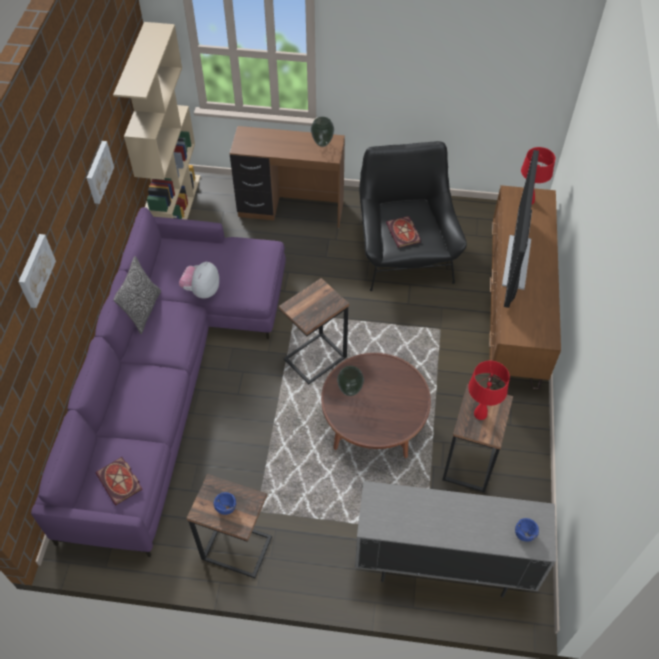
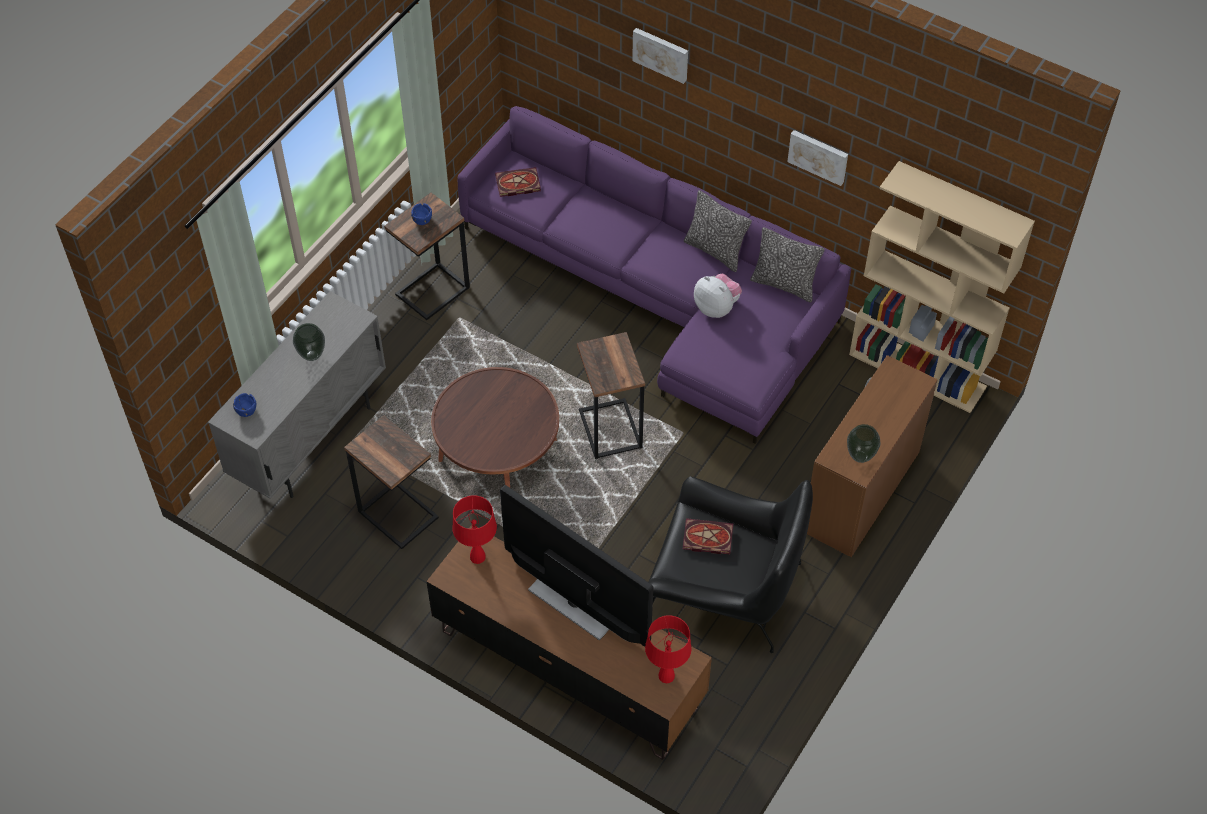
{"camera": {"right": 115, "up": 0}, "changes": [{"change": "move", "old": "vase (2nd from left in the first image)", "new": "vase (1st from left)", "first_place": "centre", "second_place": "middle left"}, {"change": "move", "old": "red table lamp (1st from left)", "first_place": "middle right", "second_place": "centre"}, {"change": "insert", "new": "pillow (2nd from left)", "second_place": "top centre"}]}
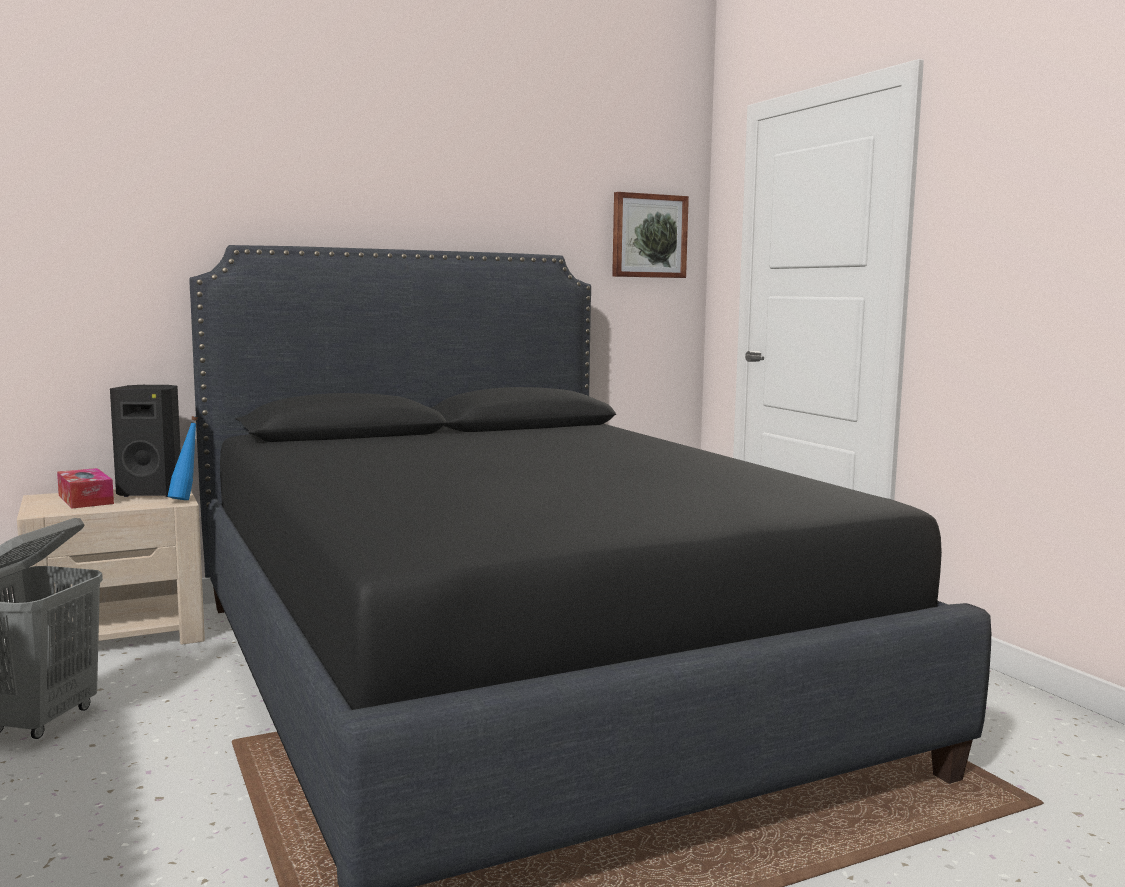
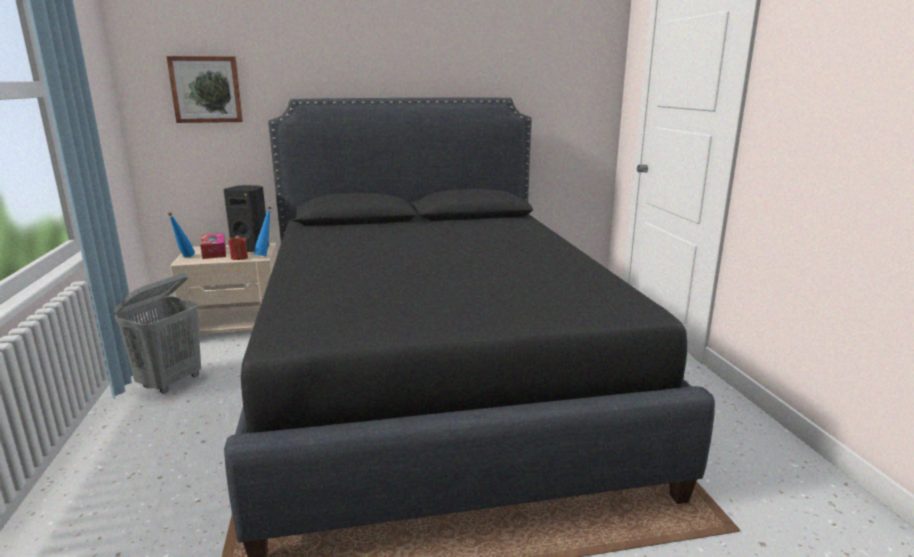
{"camera": {"right": 15, "up": 10}, "changes": [{"change": "move", "old": "picture", "first_place": "top centre", "second_place": "top left"}, {"change": "insert", "new": "blue bottle (1st from left)", "second_place": "middle left"}, {"change": "insert", "new": "red candle", "second_place": "middle left"}]}
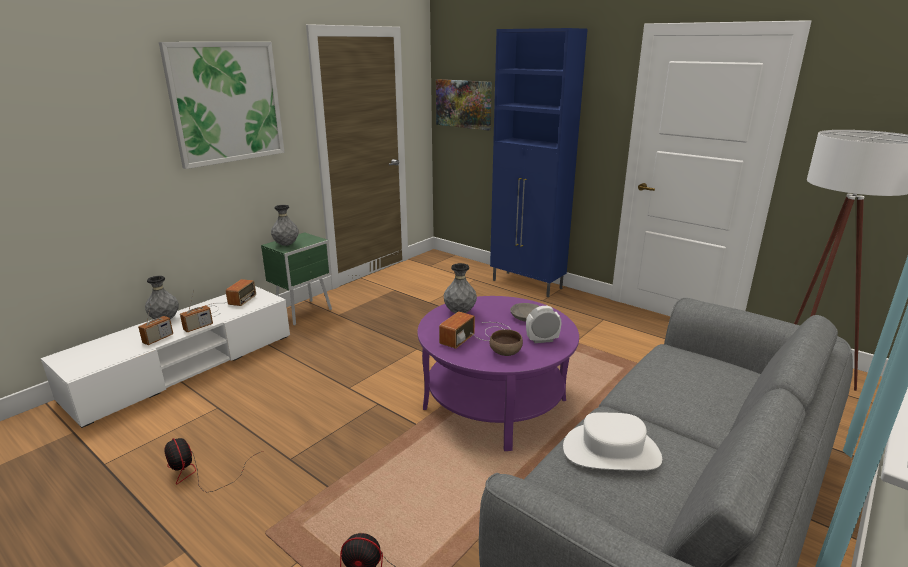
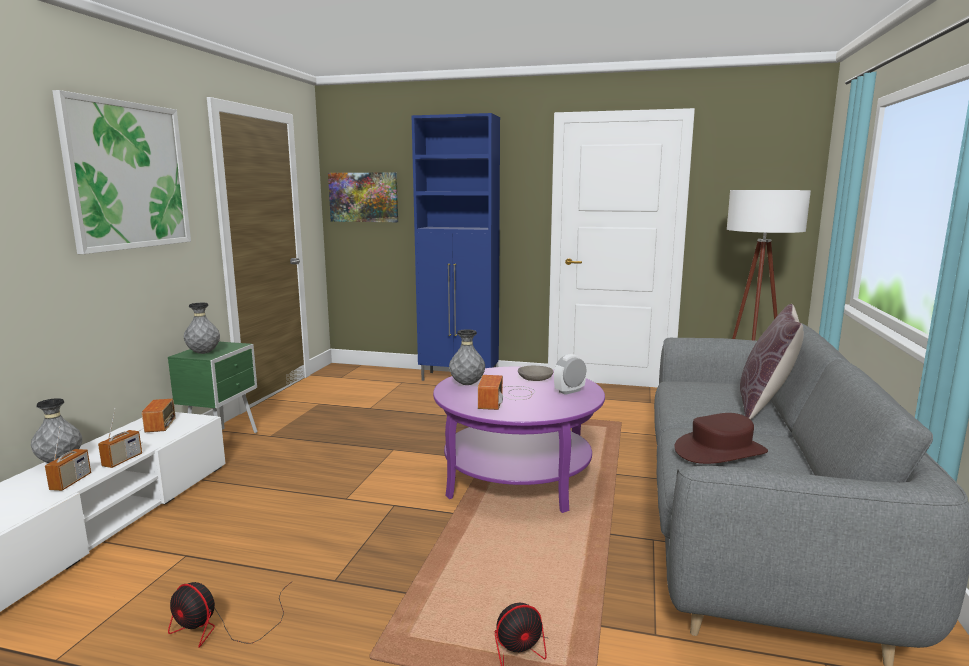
{"camera": {"right": -25, "up": -10}, "changes": [{"change": "recolor", "old": "white hat", "new": "brown hat", "first_place": "bottom right", "second_place": "middle right"}, {"change": "insert", "new": "brown pillow", "second_place": "middle right"}, {"change": "delete", "old": "brown bowl", "first_place": "centre"}]}
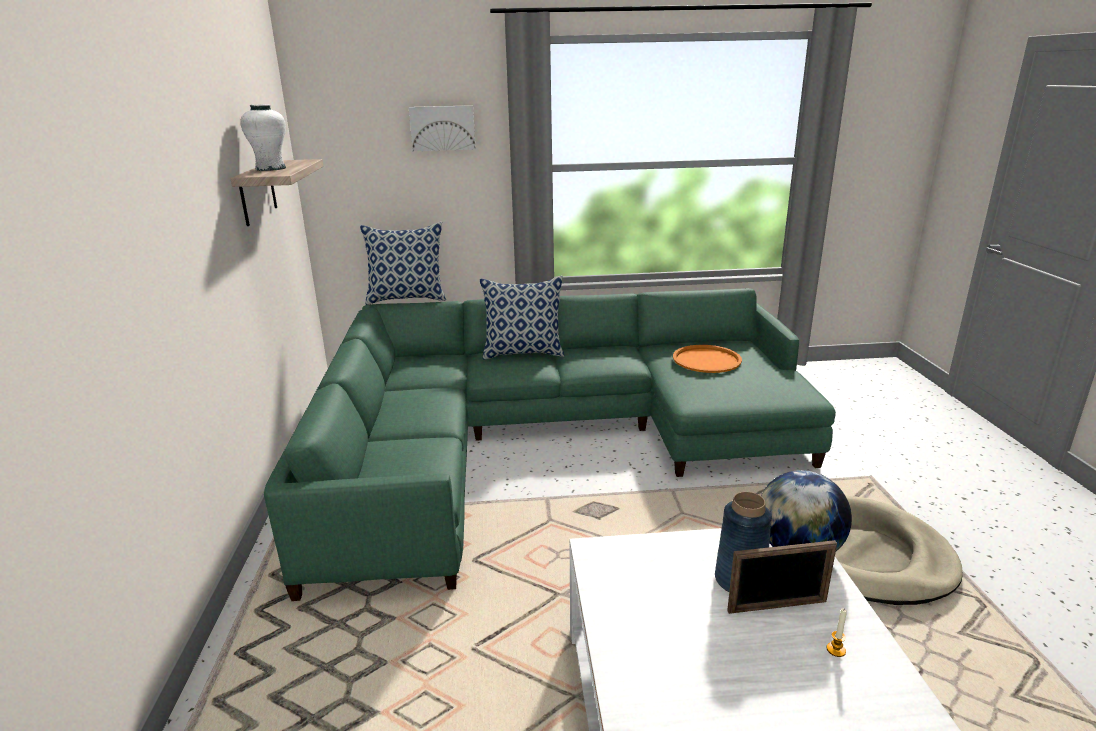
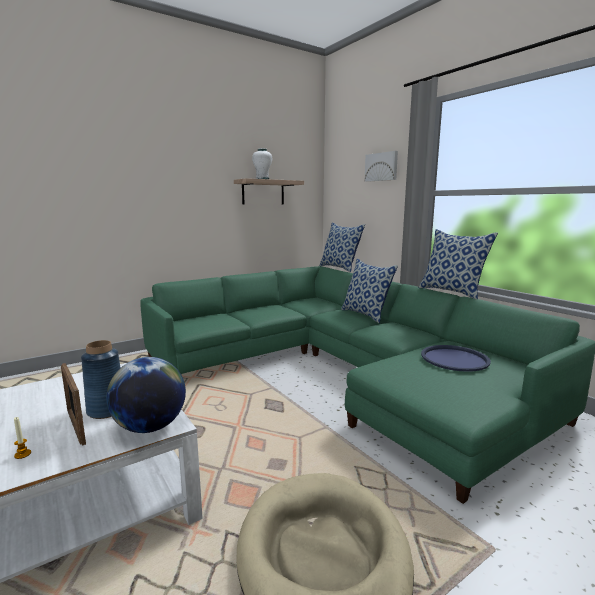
{"camera": {"right": 60, "up": -10}, "changes": [{"change": "insert", "new": "pillow (3rd from left)", "second_place": "middle right"}, {"change": "recolor", "old": "orange tray", "new": "blue tray", "first_place": "centre", "second_place": "middle right"}]}
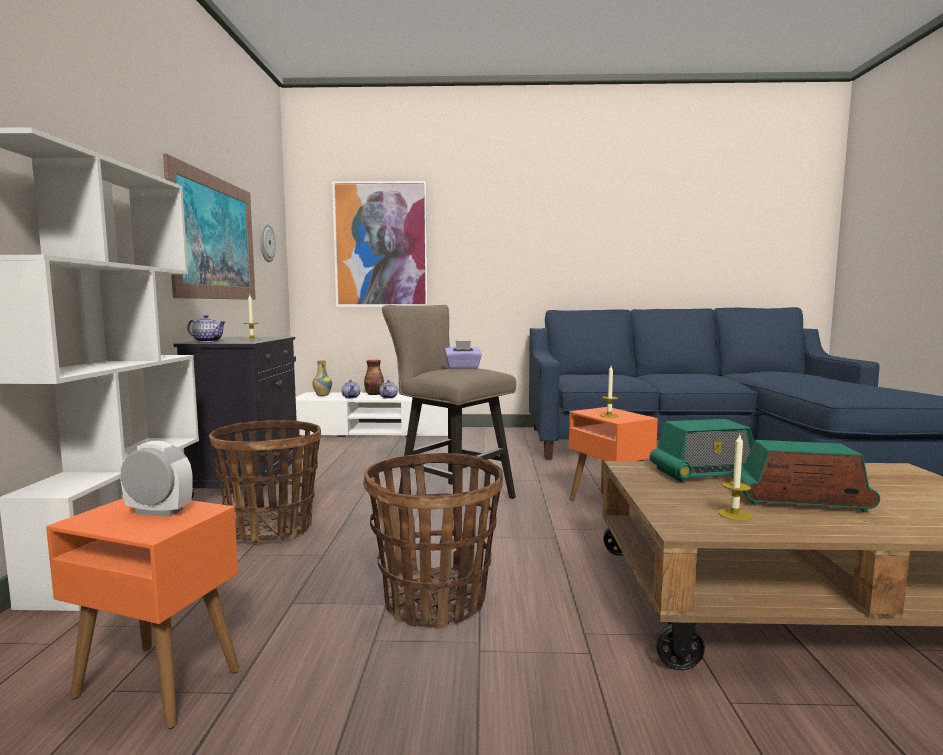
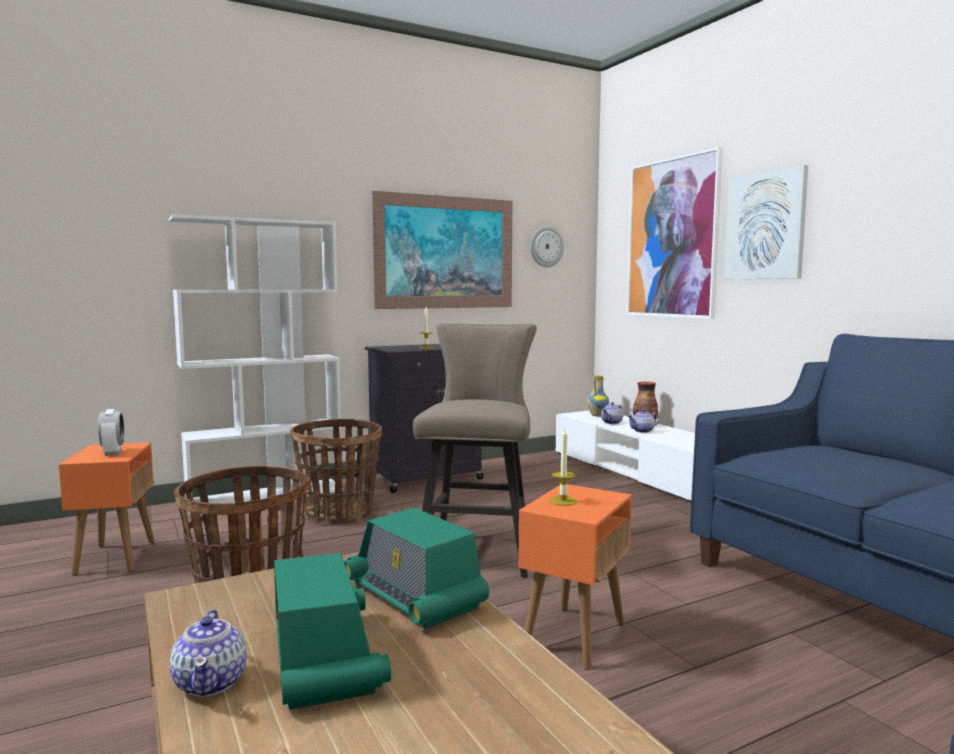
{"camera": {"right": 60, "up": 0}, "changes": [{"change": "move", "old": "teapot (1st from left)", "first_place": "middle left", "second_place": "bottom left"}, {"change": "insert", "new": "picture (3rd from left)", "second_place": "top right"}, {"change": "delete", "old": "purple tissue box", "first_place": "centre"}, {"change": "delete", "old": "candle (3rd from left)", "first_place": "middle right"}]}
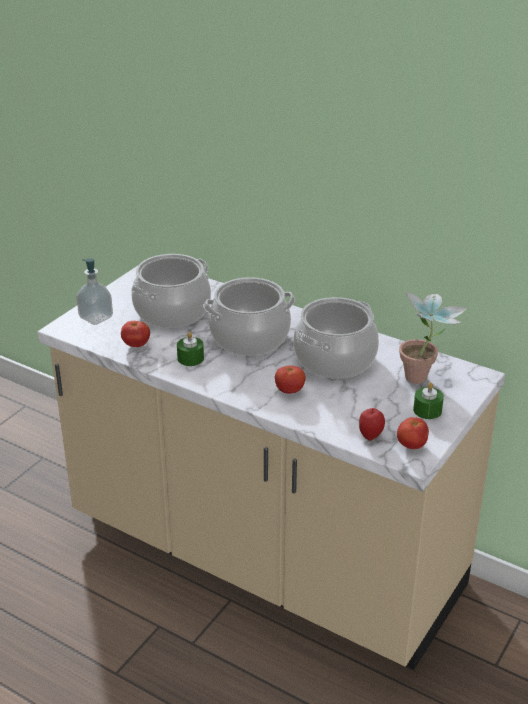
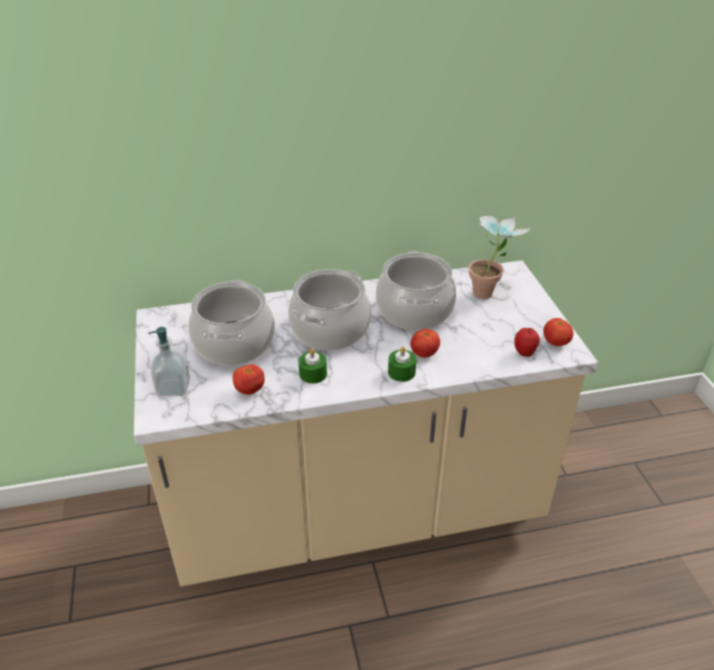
{"camera": {"right": -45, "up": 5}, "changes": [{"change": "move", "old": "green candle (2nd from left)", "first_place": "middle right", "second_place": "centre"}]}
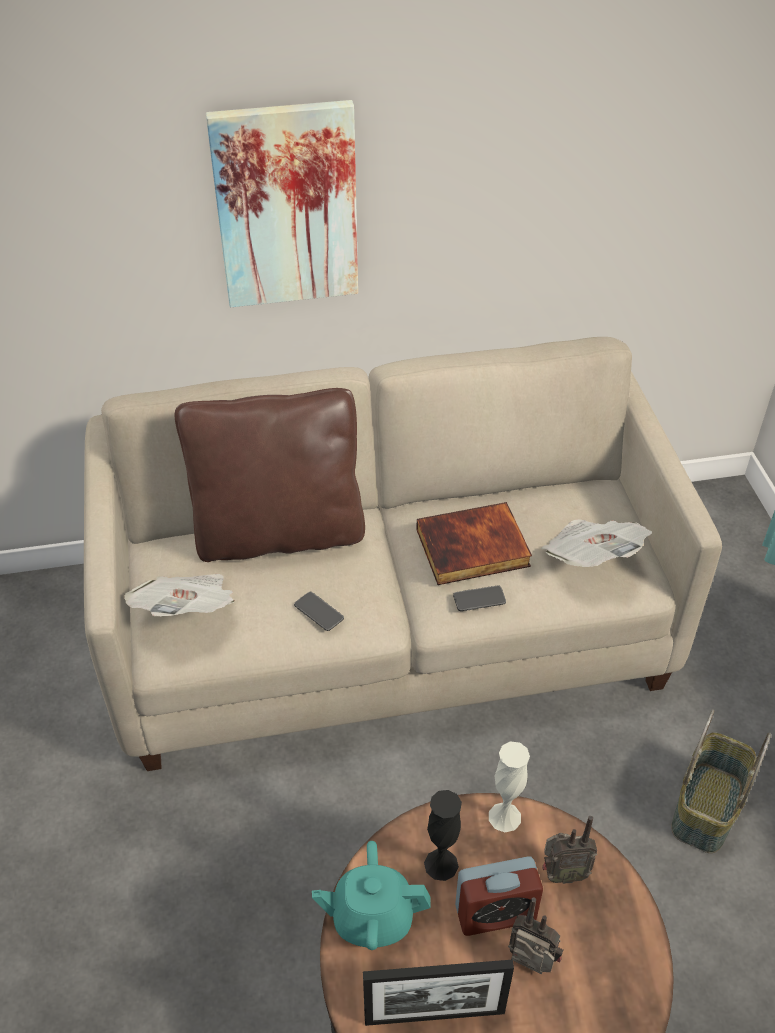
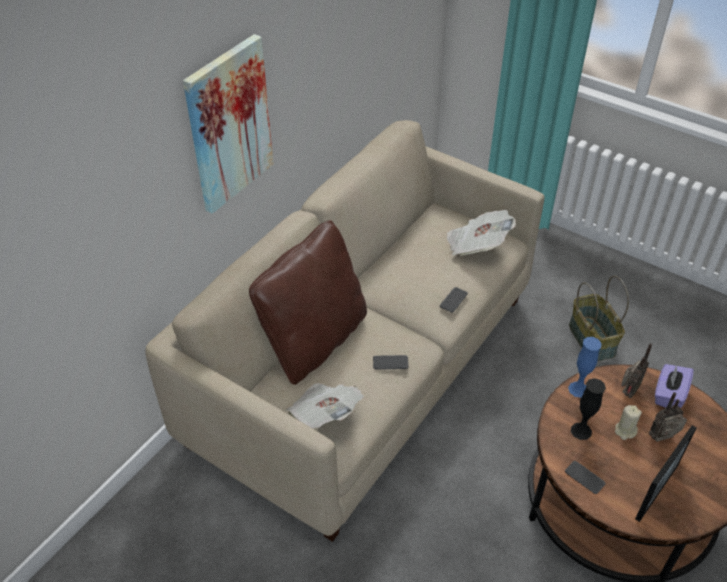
{"camera": {"right": -45, "up": 0}, "changes": [{"change": "replace", "old": "turquoise teapot", "new": "phone (3rd from left)", "first_place": "bottom centre", "second_place": "bottom right"}, {"change": "recolor", "old": "white vase", "new": "blue vase", "first_place": "bottom centre", "second_place": "middle right"}, {"change": "replace", "old": "alarm clock", "new": "beige candle", "first_place": "bottom centre", "second_place": "bottom right"}, {"change": "insert", "new": "purple tissue box", "second_place": "middle right"}, {"change": "delete", "old": "book", "first_place": "centre"}]}
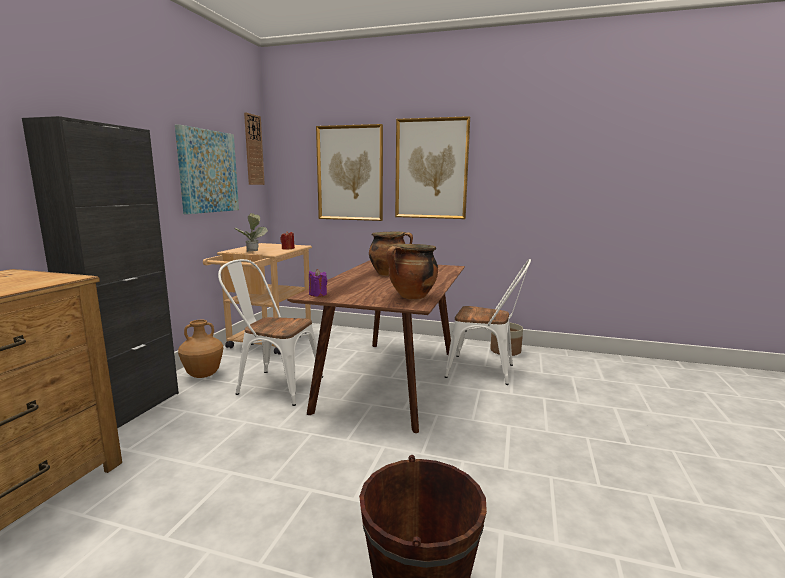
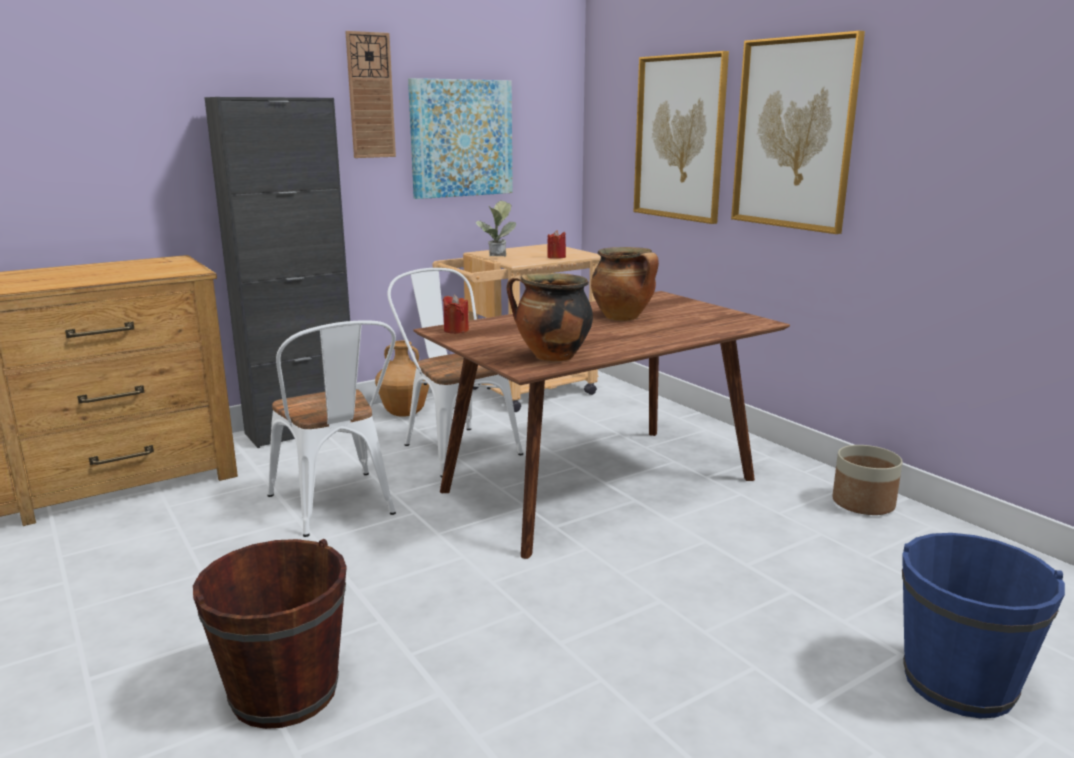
{"camera": {"right": 40, "up": 5}, "changes": [{"change": "move", "old": "white chair (2nd from left in the first image)", "new": "white chair (1st from left)", "first_place": "centre", "second_place": "middle left"}, {"change": "move", "old": "wall clock", "first_place": "top left", "second_place": "top centre"}, {"change": "recolor", "old": "purple candle", "new": "red candle (1st from left)", "first_place": "centre", "second_place": "centre"}, {"change": "insert", "new": "blue bucket", "second_place": "bottom right"}]}
